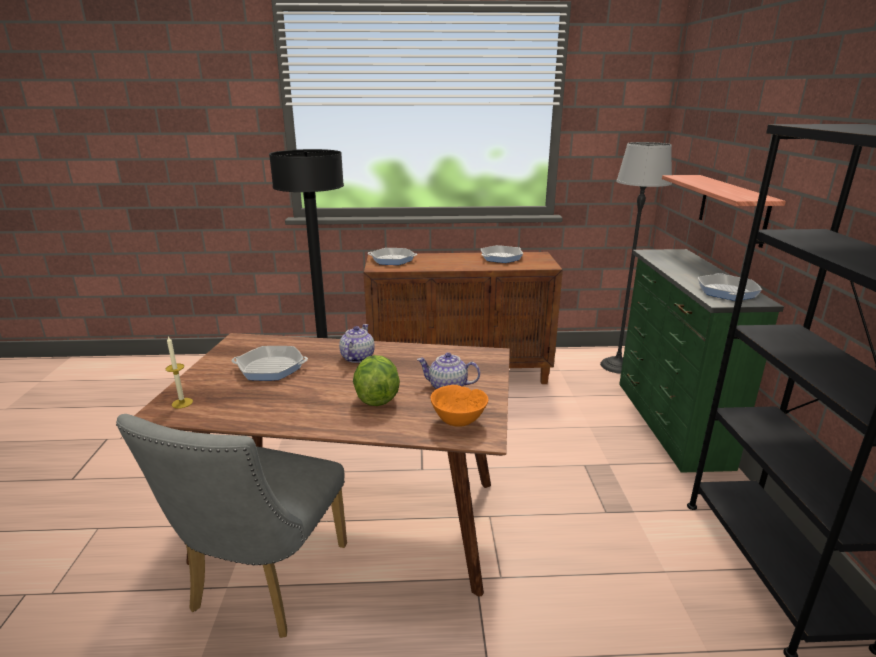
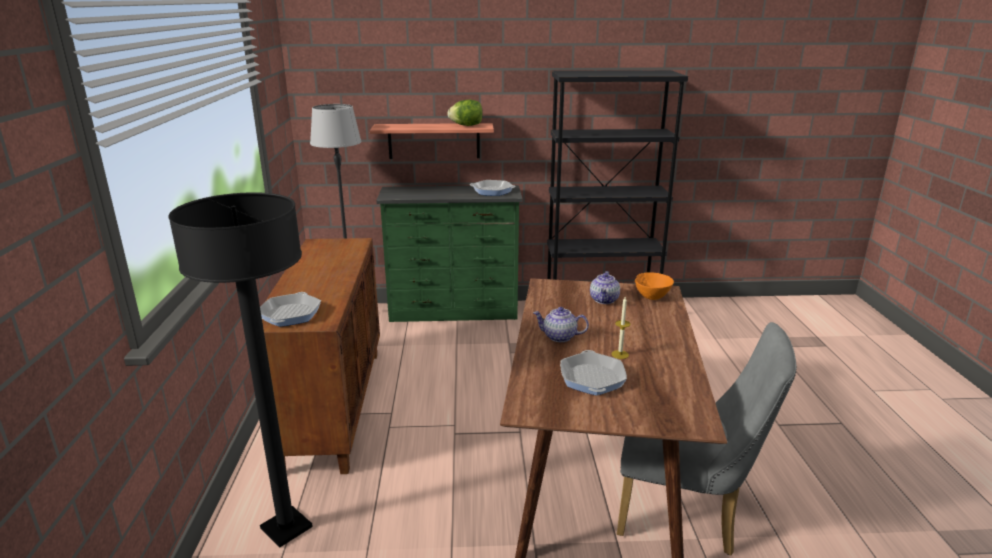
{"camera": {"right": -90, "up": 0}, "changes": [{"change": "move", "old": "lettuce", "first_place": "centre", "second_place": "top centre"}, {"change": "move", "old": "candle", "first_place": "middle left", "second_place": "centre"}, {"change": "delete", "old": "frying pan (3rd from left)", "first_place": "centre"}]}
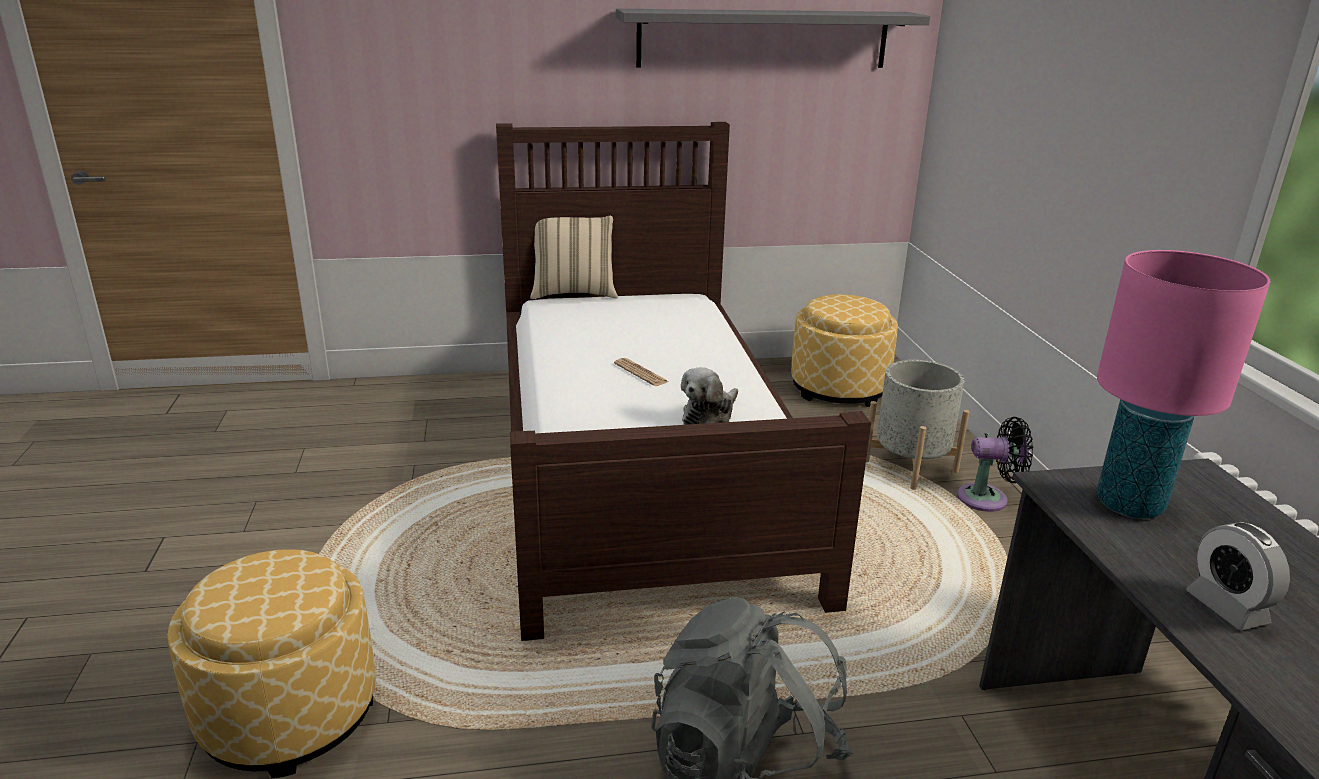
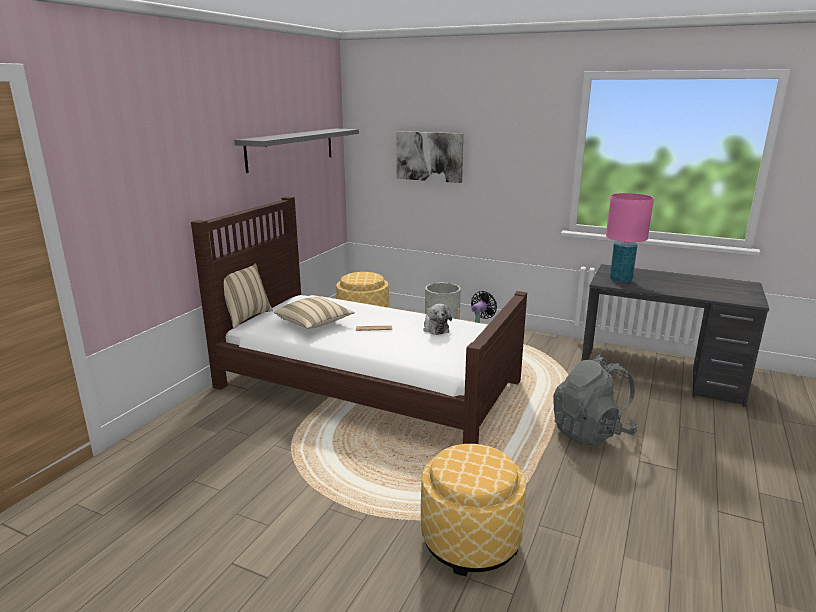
{"camera": {"right": -55, "up": -5}, "changes": [{"change": "insert", "new": "beige pillow (2nd from left)", "second_place": "centre"}, {"change": "insert", "new": "picture", "second_place": "top centre"}, {"change": "delete", "old": "alarm clock", "first_place": "bottom right"}]}
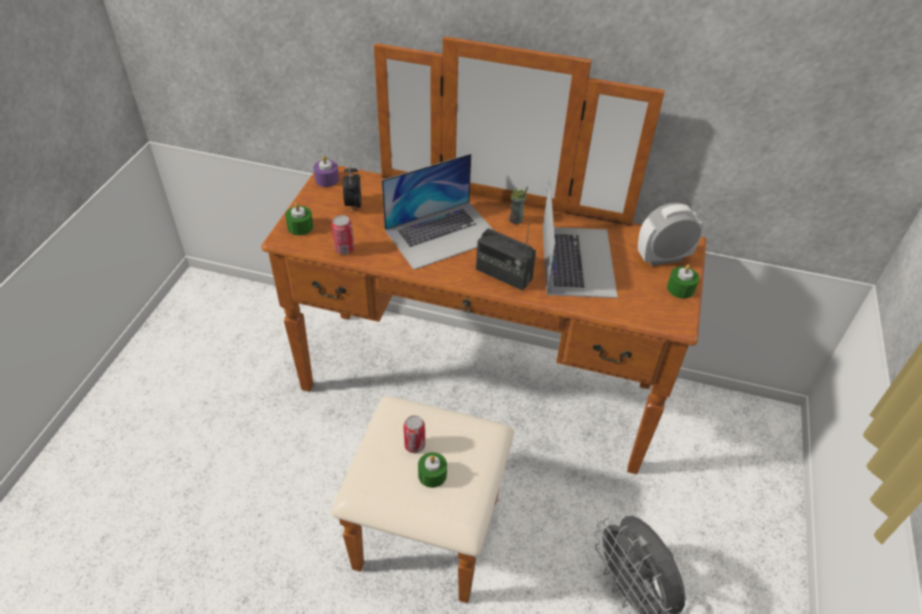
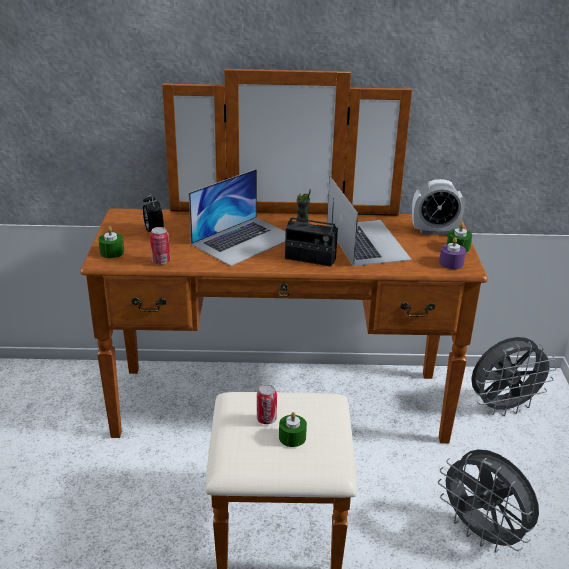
{"camera": {"right": -15, "up": -15}, "changes": [{"change": "rotate", "old": "alarm clock (2nd from left)", "first_place": "middle right", "second_place": "middle right", "degrees": -150}, {"change": "move", "old": "purple candle", "first_place": "top centre", "second_place": "middle right"}, {"change": "insert", "new": "grey fan (2nd from left)", "second_place": "middle right"}]}
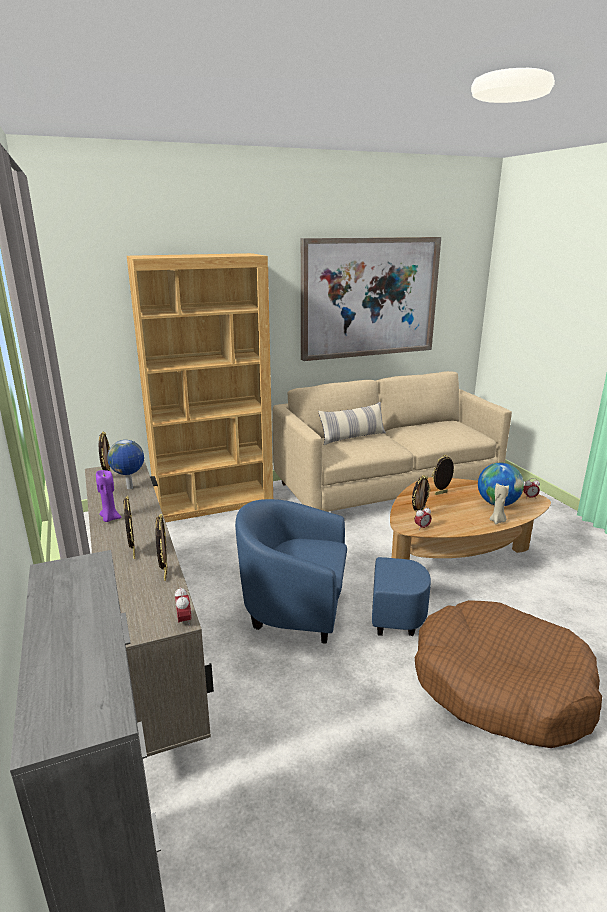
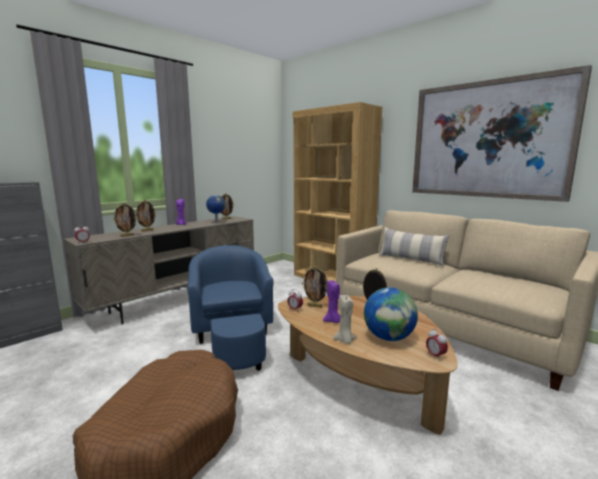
{"camera": {"right": 65, "up": -10}, "changes": [{"change": "insert", "new": "purple candle (2nd from left)", "second_place": "centre"}]}
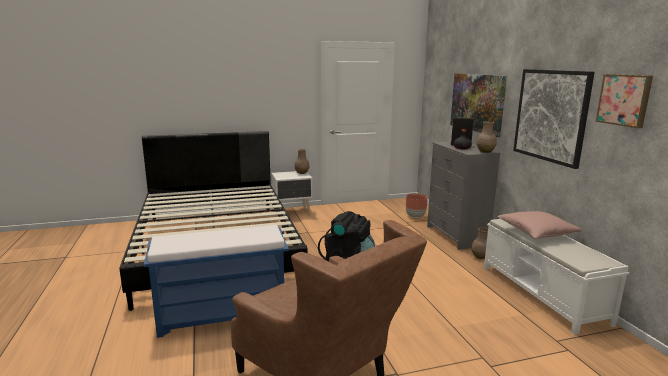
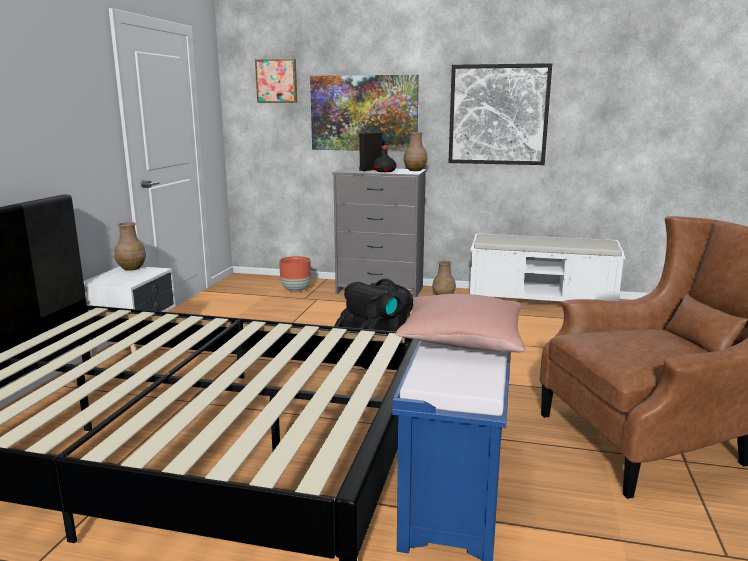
{"camera": {"right": -60, "up": 0}, "changes": [{"change": "move", "old": "picture (3rd from left in the first image)", "new": "picture (1st from left)", "first_place": "top right", "second_place": "top centre"}, {"change": "move", "old": "pink pillow", "first_place": "middle right", "second_place": "centre"}]}
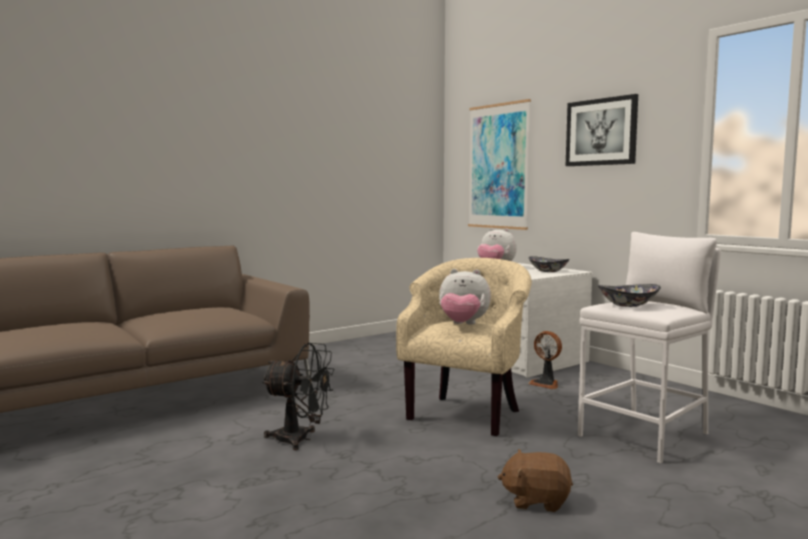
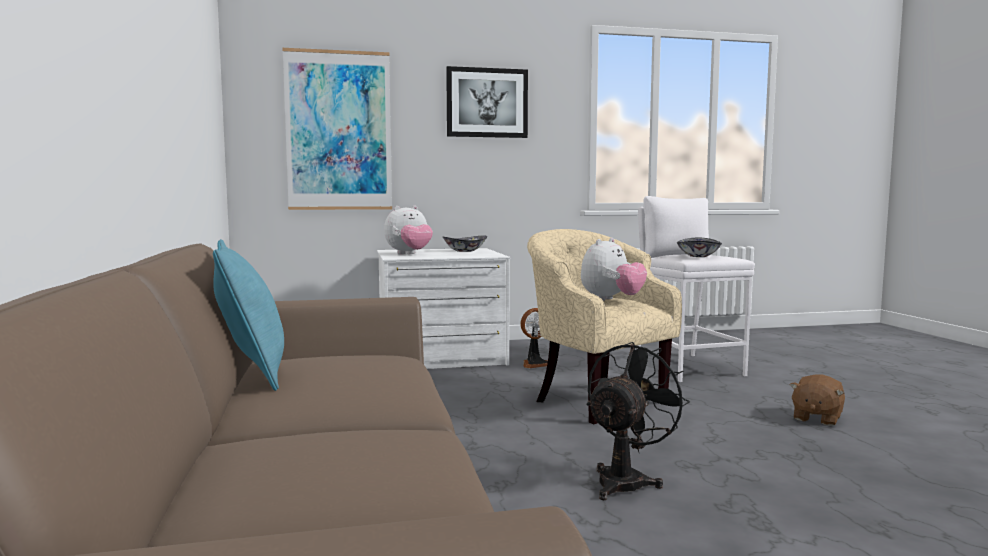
{"camera": {"right": -65, "up": 0}, "changes": [{"change": "insert", "new": "turquoise pillow", "second_place": "middle left"}]}
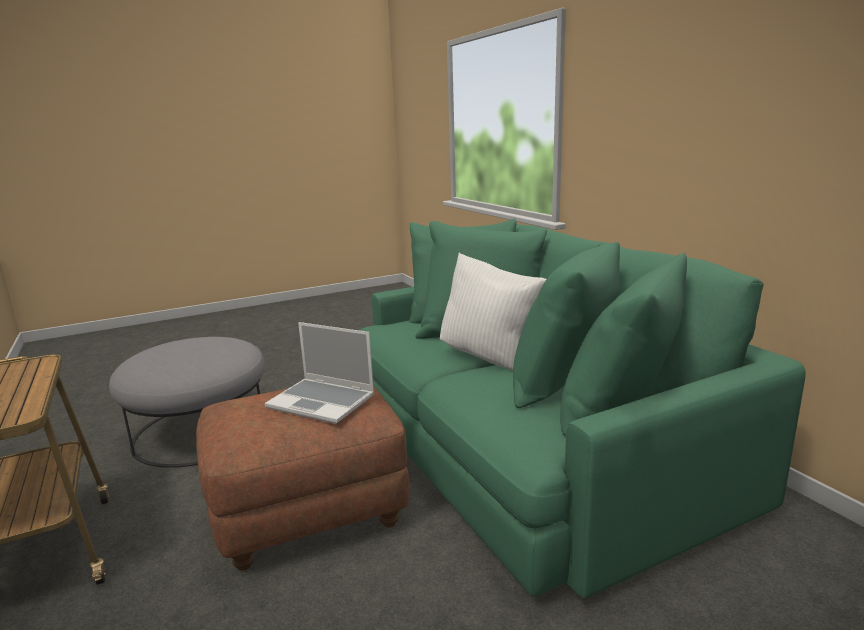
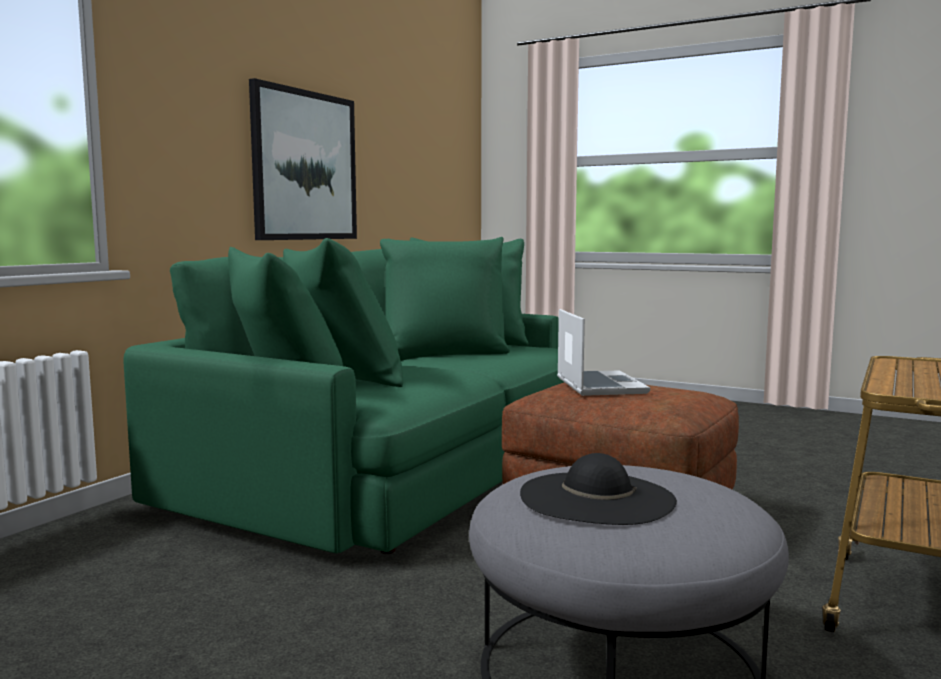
{"camera": {"right": -125, "up": -10}, "changes": [{"change": "insert", "new": "picture", "second_place": "top left"}, {"change": "insert", "new": "black hat", "second_place": "bottom centre"}, {"change": "delete", "old": "white pillow", "first_place": "centre"}]}
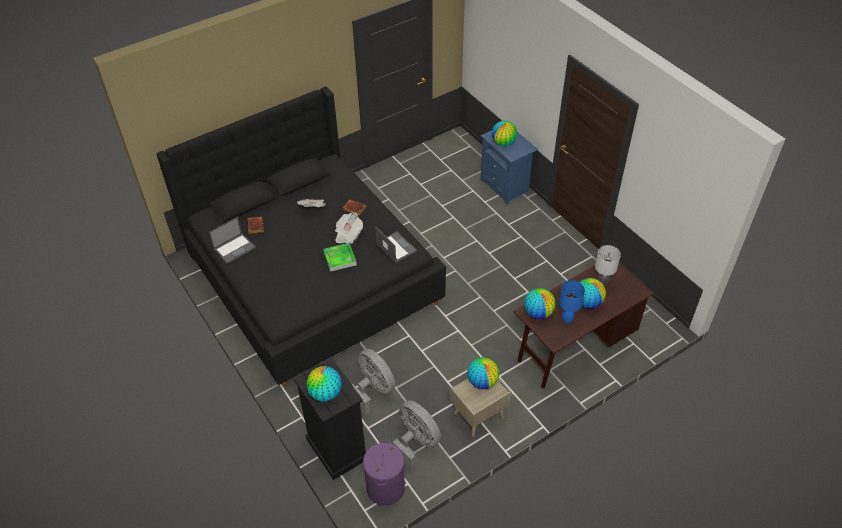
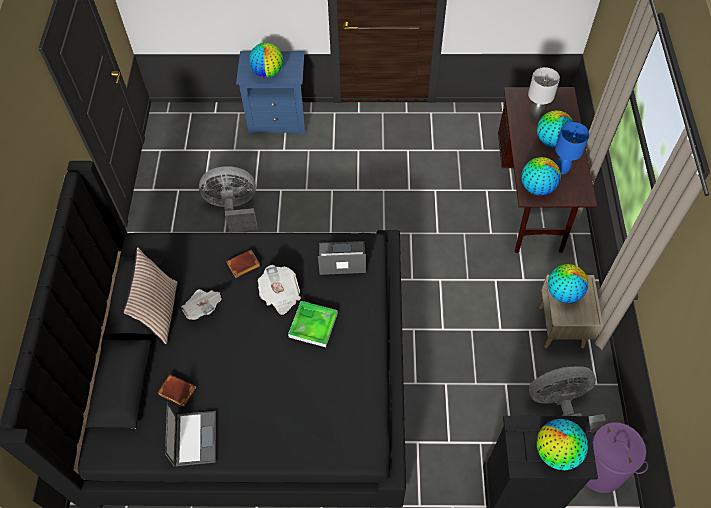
{"camera": {"right": -55, "up": 10}, "changes": [{"change": "insert", "new": "pillow", "second_place": "middle left"}, {"change": "move", "old": "grey fan (1st from left)", "first_place": "bottom centre", "second_place": "middle left"}]}
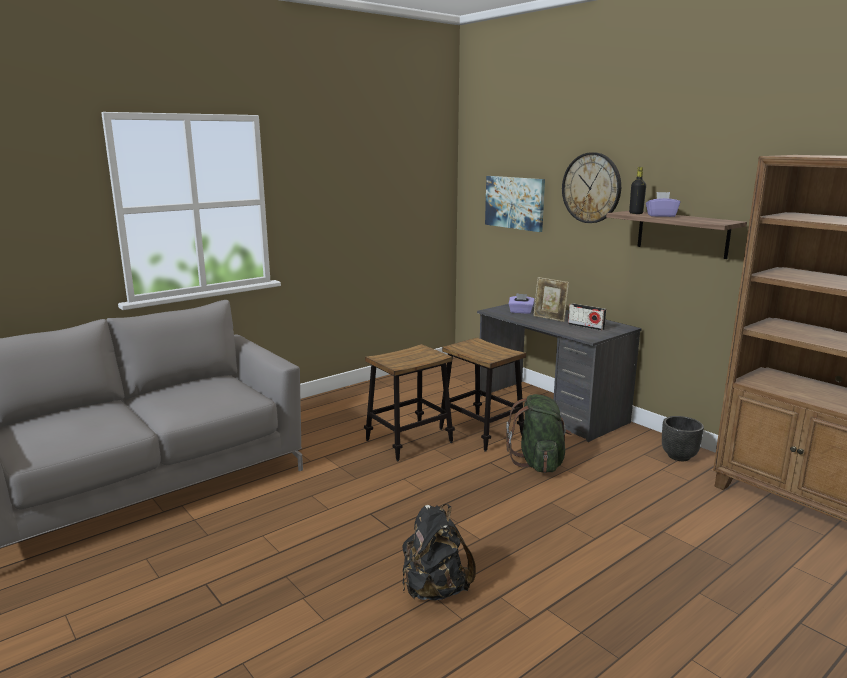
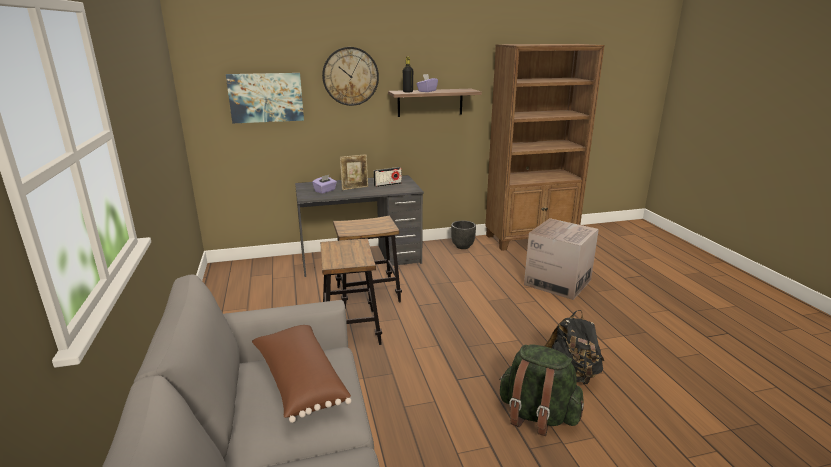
{"camera": {"right": -65, "up": 5}, "changes": [{"change": "insert", "new": "brown pillow", "second_place": "bottom centre"}, {"change": "move", "old": "green backpack", "first_place": "centre", "second_place": "bottom centre"}, {"change": "insert", "new": "cardboard box", "second_place": "middle right"}]}
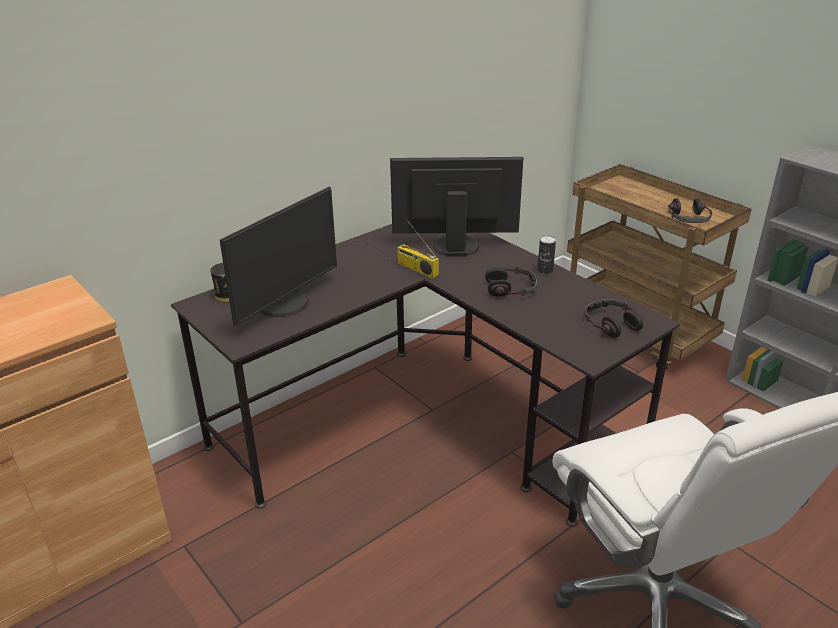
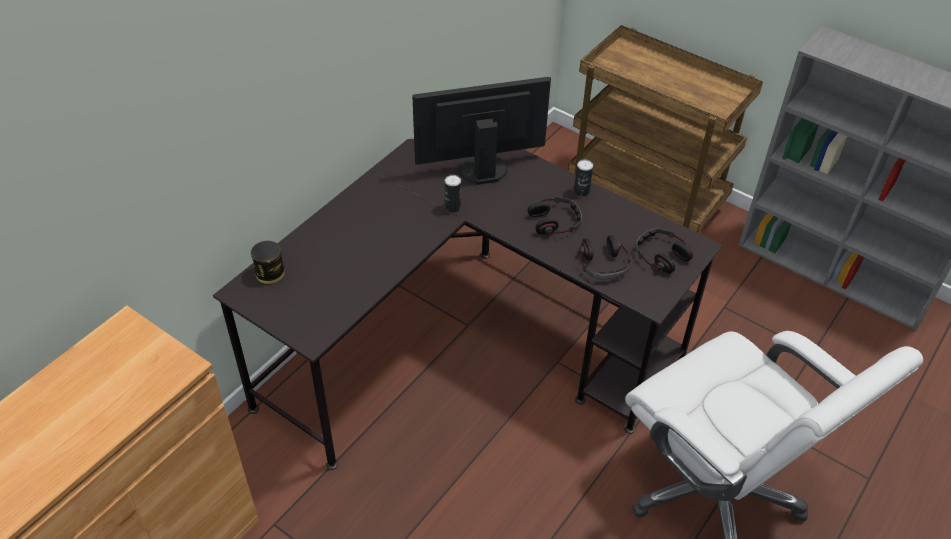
{"camera": {"right": -15, "up": 15}, "changes": [{"change": "replace", "old": "radio", "new": "can (2nd from left)", "first_place": "centre", "second_place": "centre"}, {"change": "move", "old": "headphones (3rd from left in the first image)", "new": "headphones (2nd from left)", "first_place": "middle right", "second_place": "centre"}, {"change": "delete", "old": "monitor (1st from left)", "first_place": "middle left"}]}
